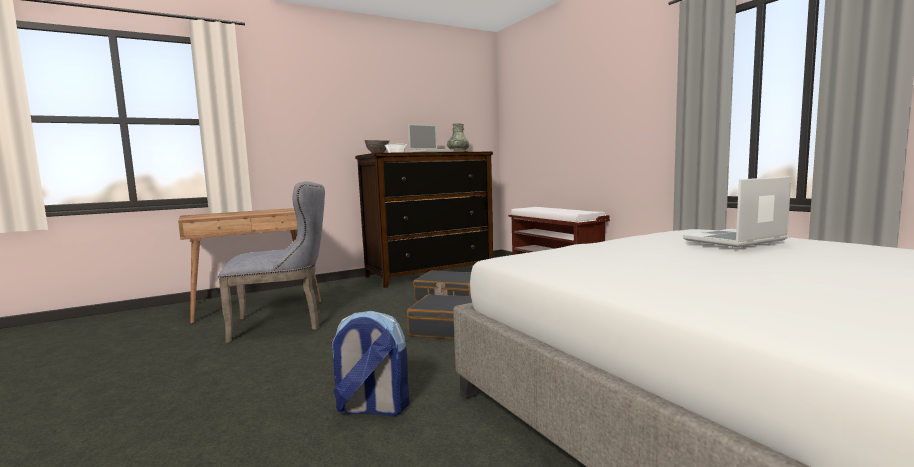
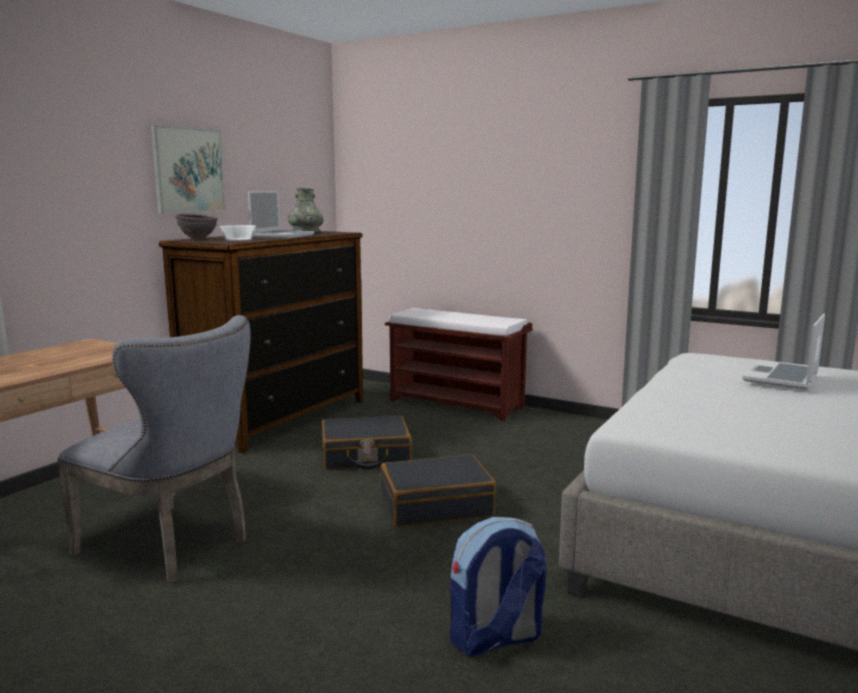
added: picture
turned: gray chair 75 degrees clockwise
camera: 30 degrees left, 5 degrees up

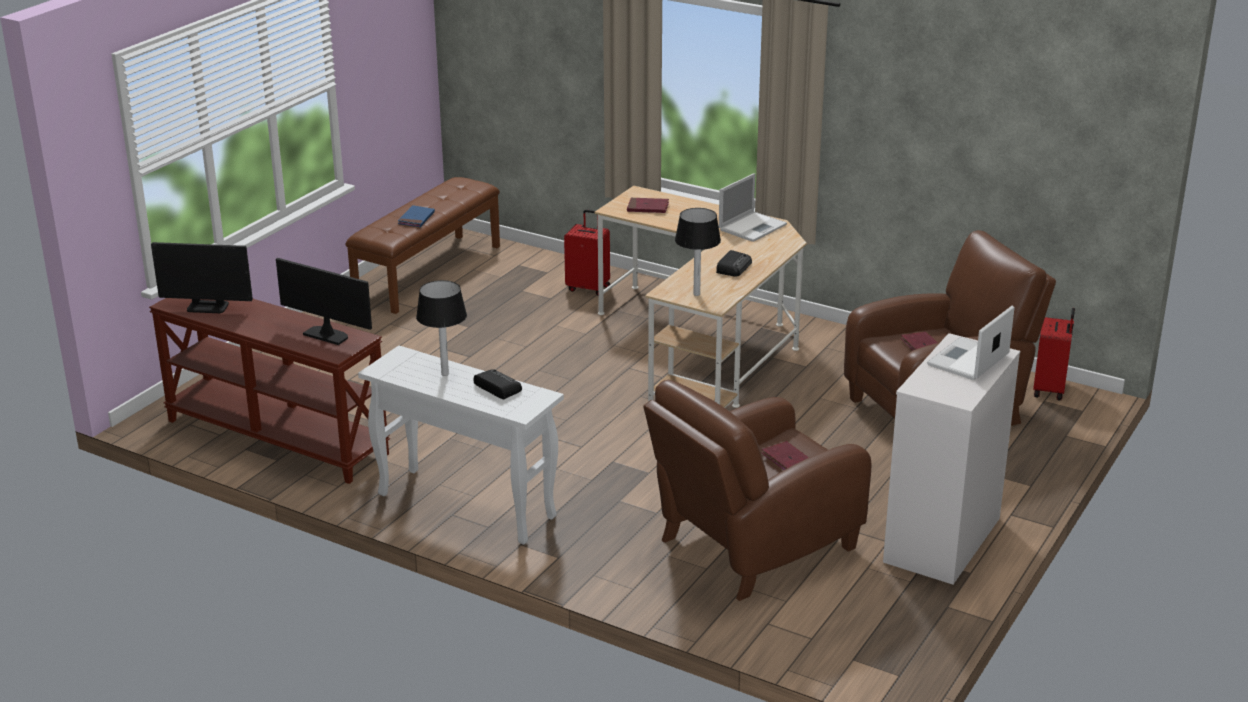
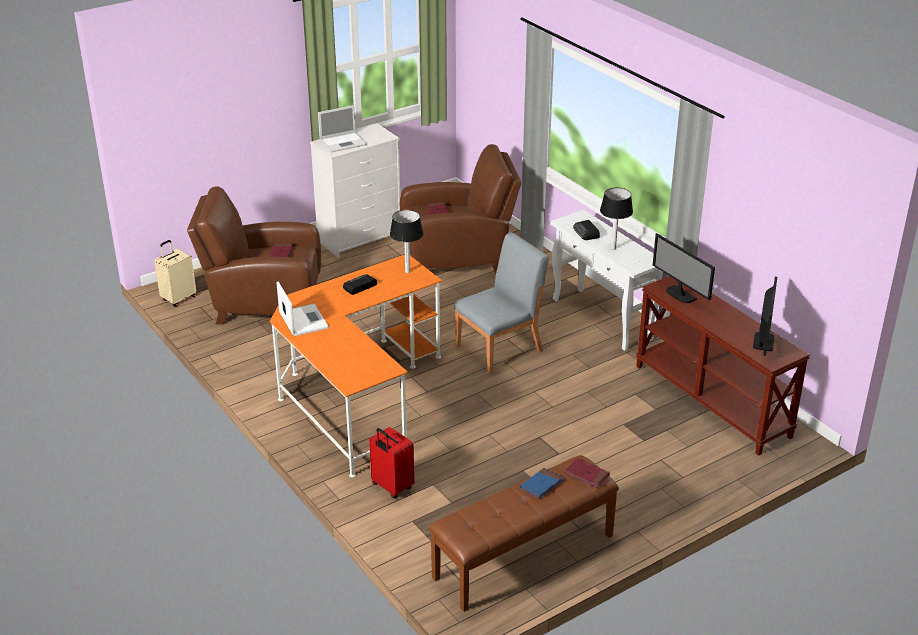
added: gray chair
moved: reddish bound book (1st from left in the first image) to reddish bound book (3rd from left)
recoloured: sand-coloured desk unit to orange-coloured desk unit; reddish suitcase (2nd from left) to sand-coloured suitcase
turned: monitor (1st from left in the first image) 75 degrees clockwise; notebook computer (1st from left) 90 degrees clockwise
camera: 155 degrees left, 5 degrees up

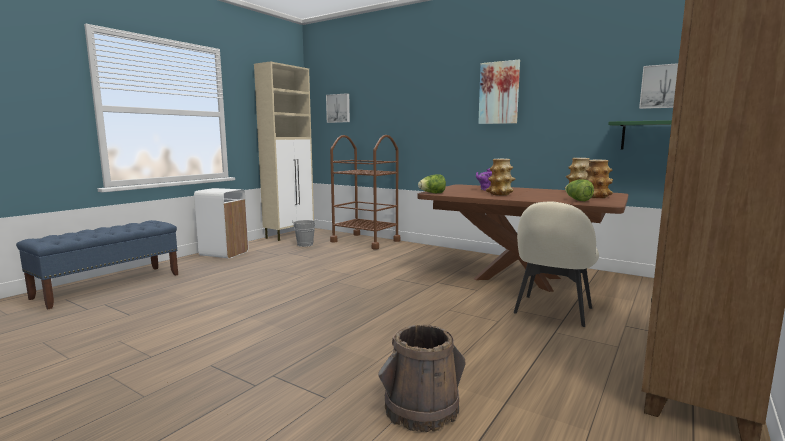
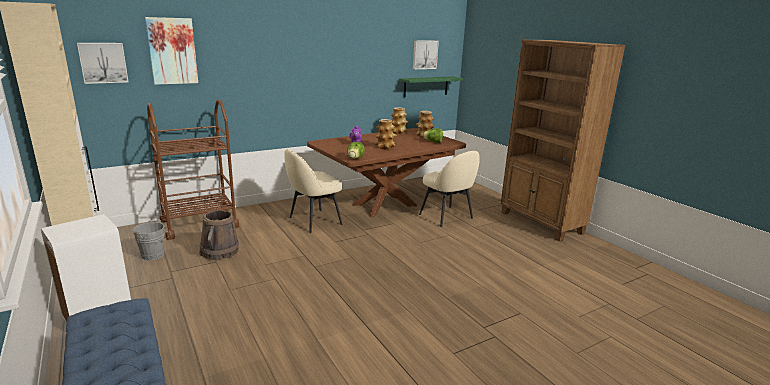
added: sand-coloured chair (1st from left)
moved: brown water bucket; picture (2nd from left)
camera: 65 degrees left, 10 degrees up

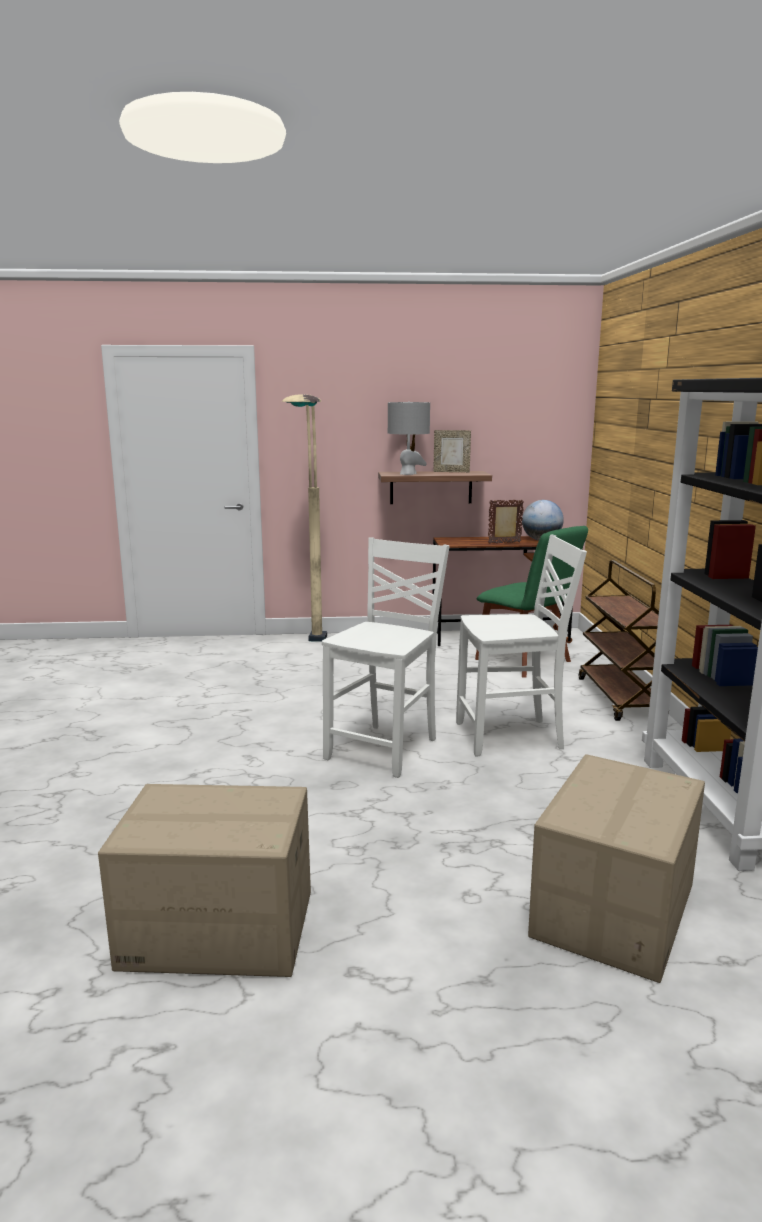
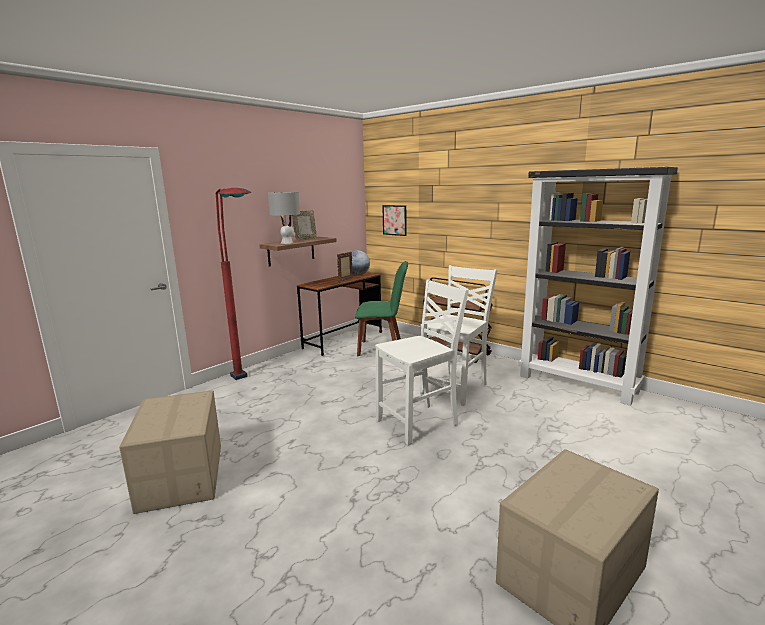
added: picture
moved: cardboard box (2nd from left in the first image) to cardboard box (1st from left)
recoloured: sand-coloured floor lamp to reddish floor lamp
turned: white-coloured chair (1st from left) 75 degrees clockwise
camera: 45 degrees left, 0 degrees up

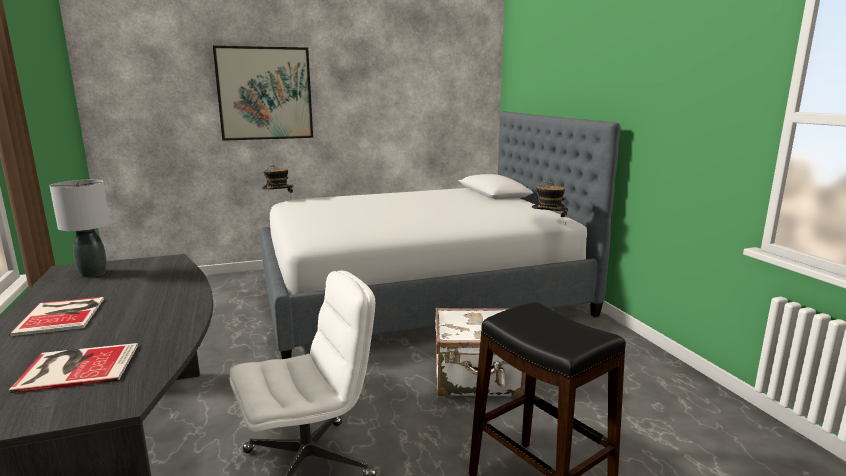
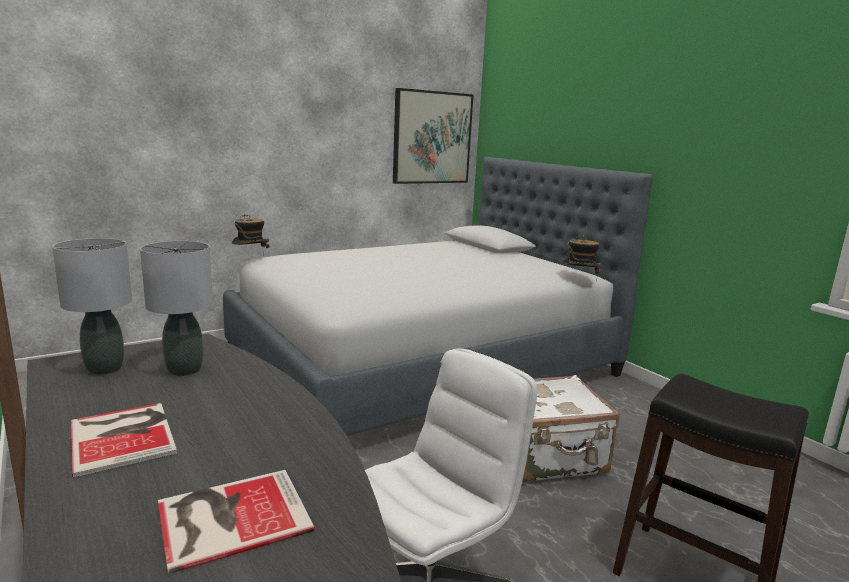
added: gray tabletop lamp (2nd from left)
moved: picture
camera: 15 degrees left, 0 degrees up

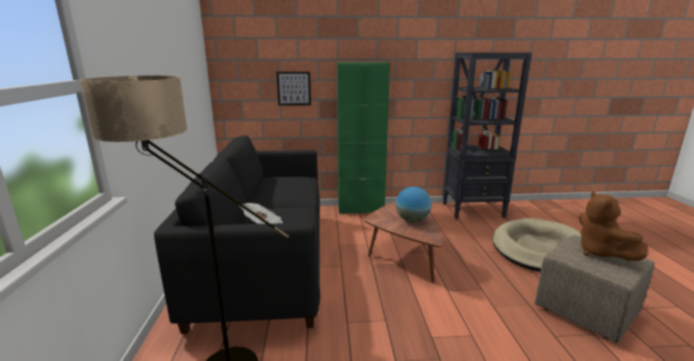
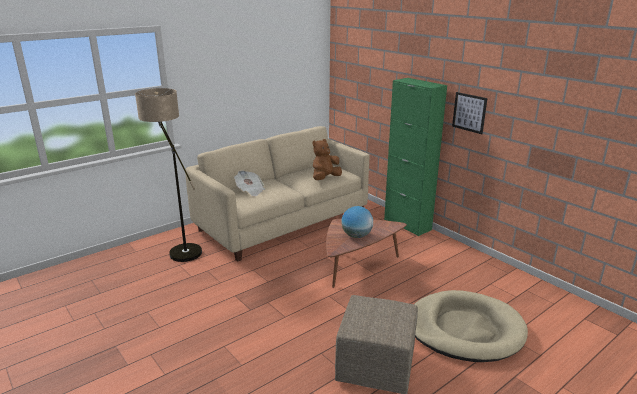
removed: black shelving unit
moved: picture; brown plush toy
recoloured: black settee to sand-coloured settee
camera: 55 degrees right, 5 degrees up

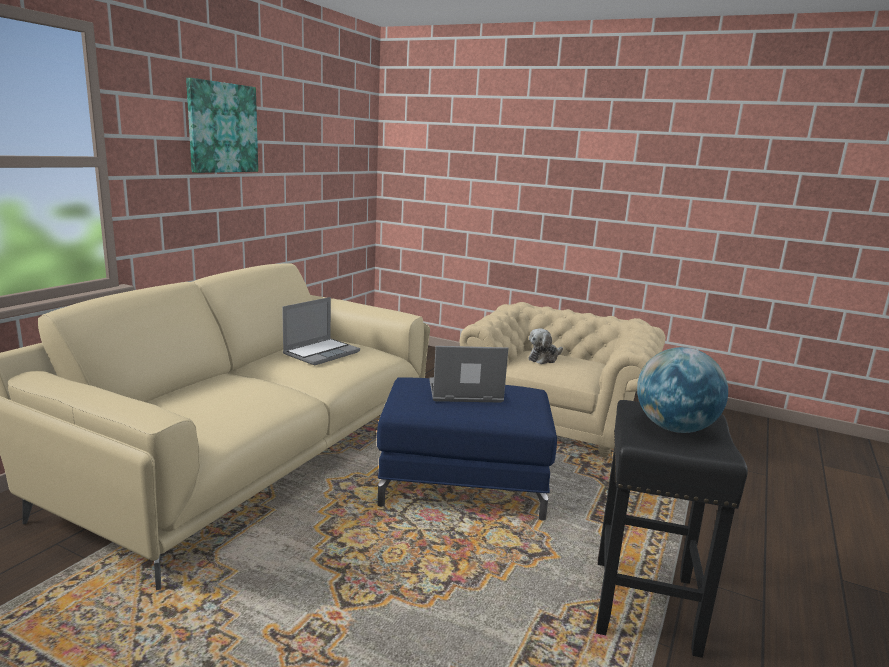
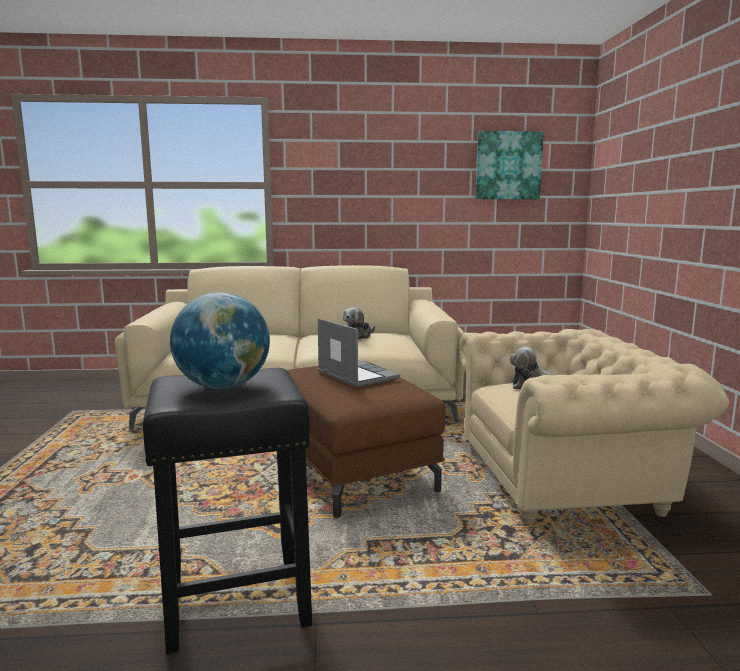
moved: picture
replaced: notebook computer (1st from left) to plush toy (1st from left)
recoloured: blue ottoman to brown ottoman
camera: 60 degrees right, 5 degrees down

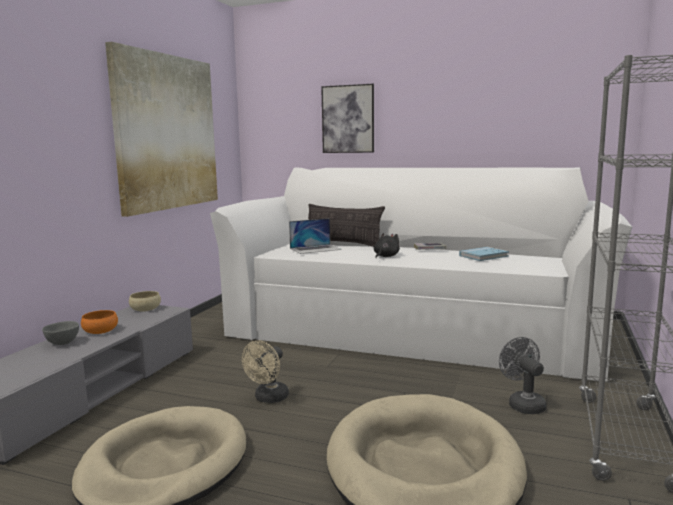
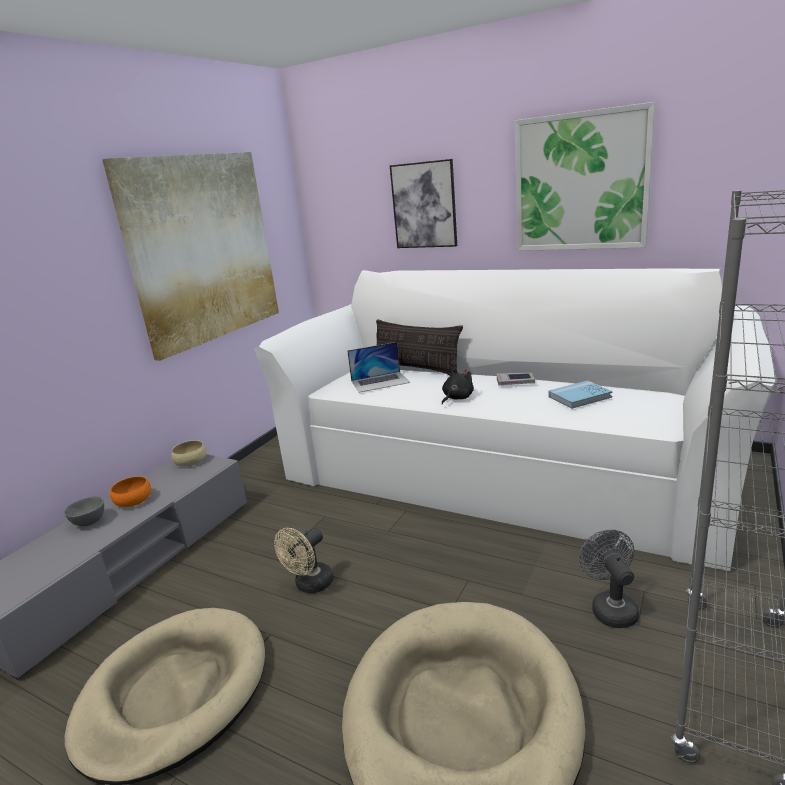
added: picture (3rd from left)
camera: 10 degrees right, 10 degrees up

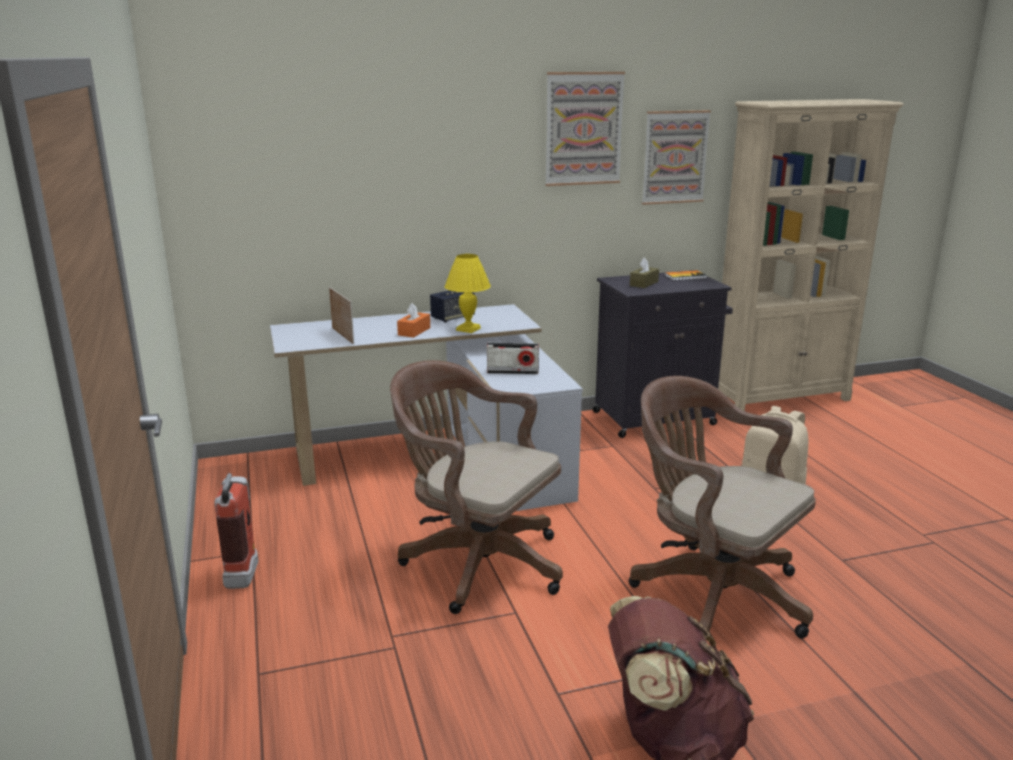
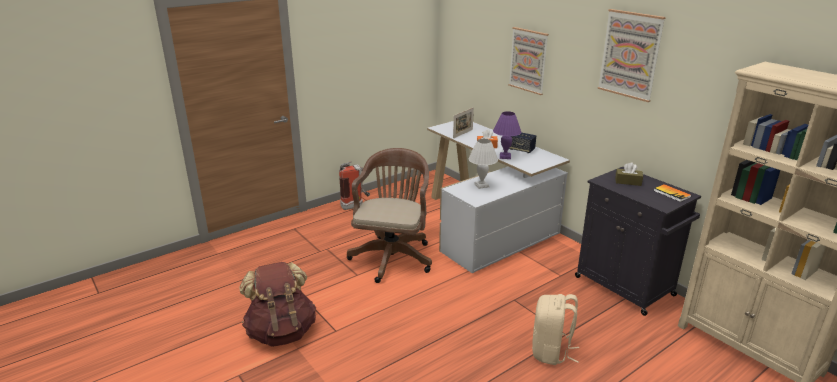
removed: brown office chair (2nd from left)
moved: picture (2nd from left in the first image) to picture (1st from left)
replaced: radio to white-coloured tabletop lamp
recoloured: yellow-coloured tabletop lamp to purple tabletop lamp
camera: 70 degrees right, 5 degrees up

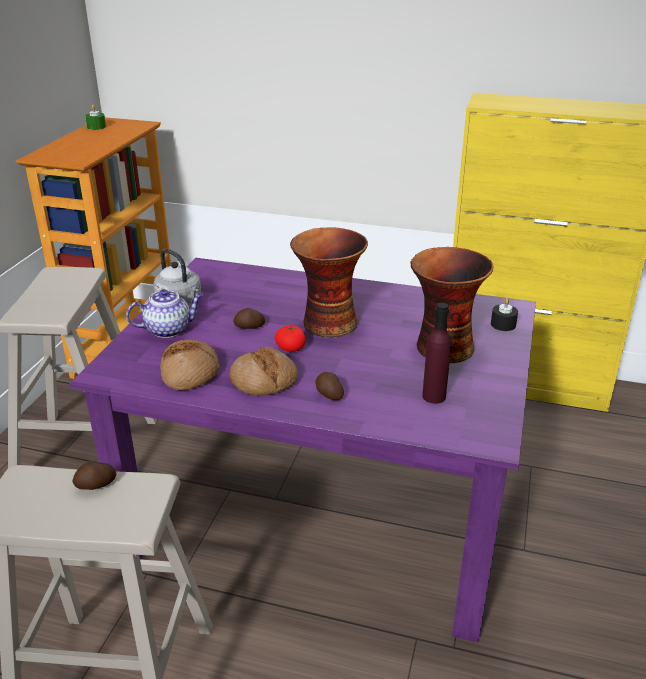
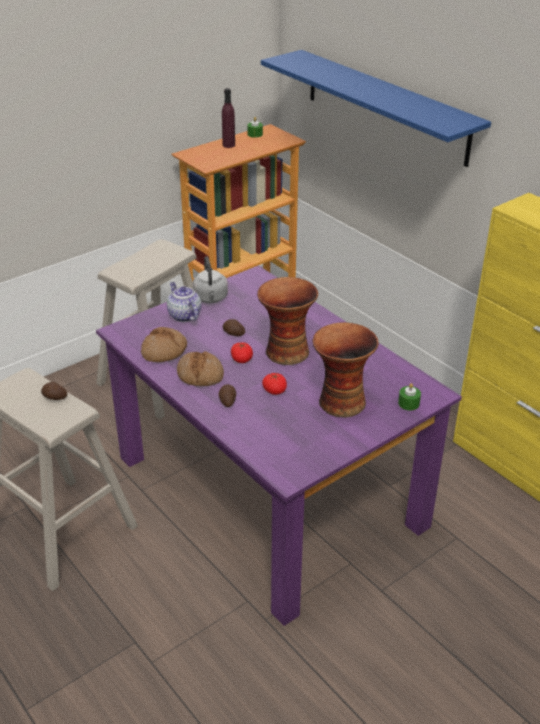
added: blue shelf; tomato (2nd from left)
moved: purple beverage bottle
recoloured: black wax candle to greenish wax candle (2nd from left)
turned: pot for tea 135 degrees counterclockwise
camera: 35 degrees right, 5 degrees up

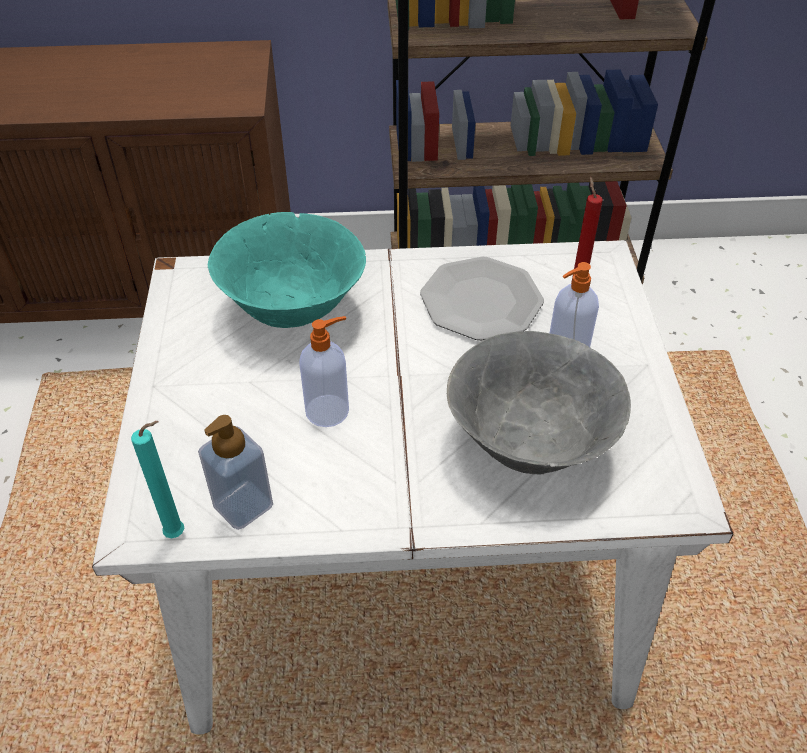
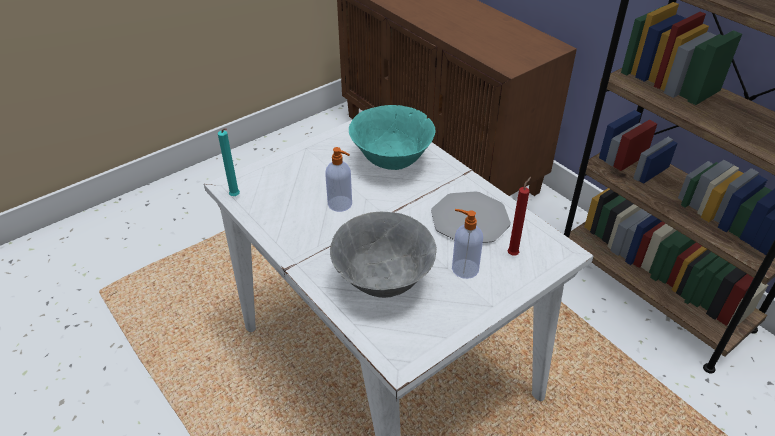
removed: soap bottle (1st from left)
camera: 55 degrees right, 5 degrees down

